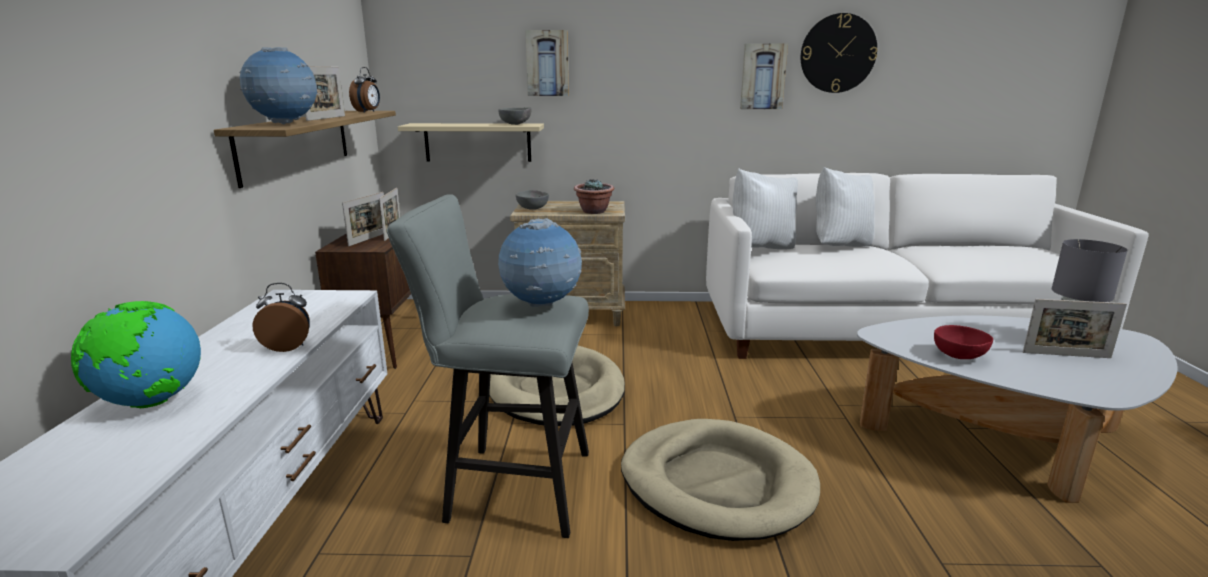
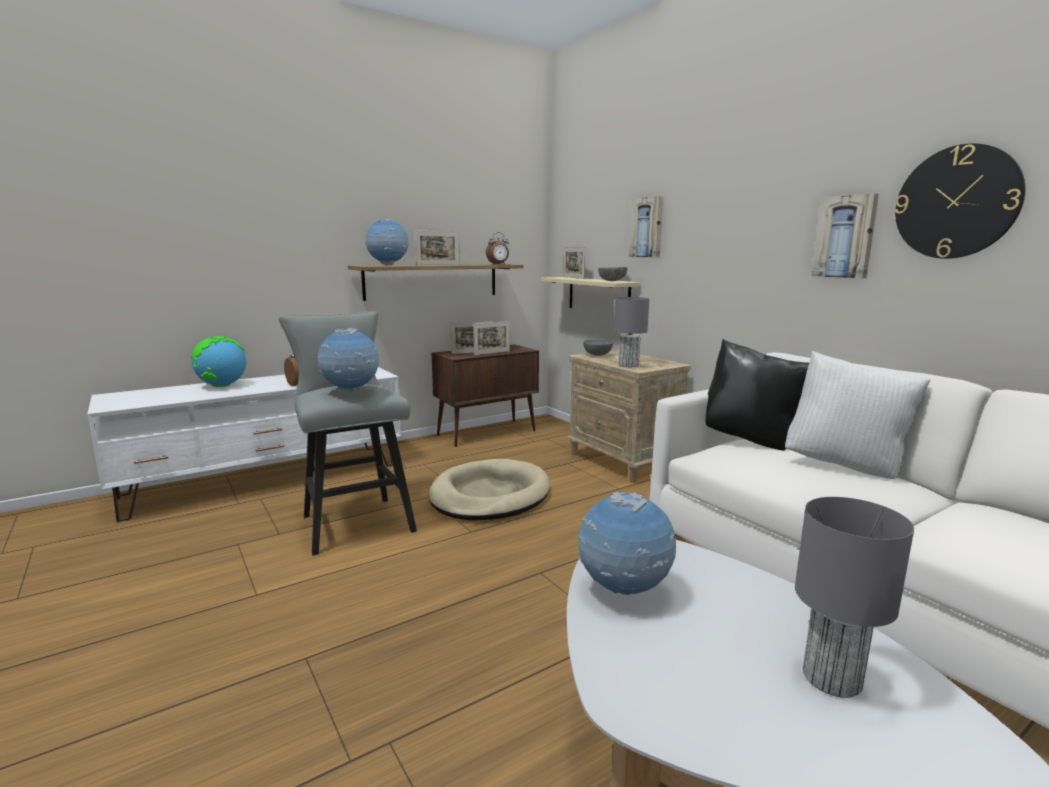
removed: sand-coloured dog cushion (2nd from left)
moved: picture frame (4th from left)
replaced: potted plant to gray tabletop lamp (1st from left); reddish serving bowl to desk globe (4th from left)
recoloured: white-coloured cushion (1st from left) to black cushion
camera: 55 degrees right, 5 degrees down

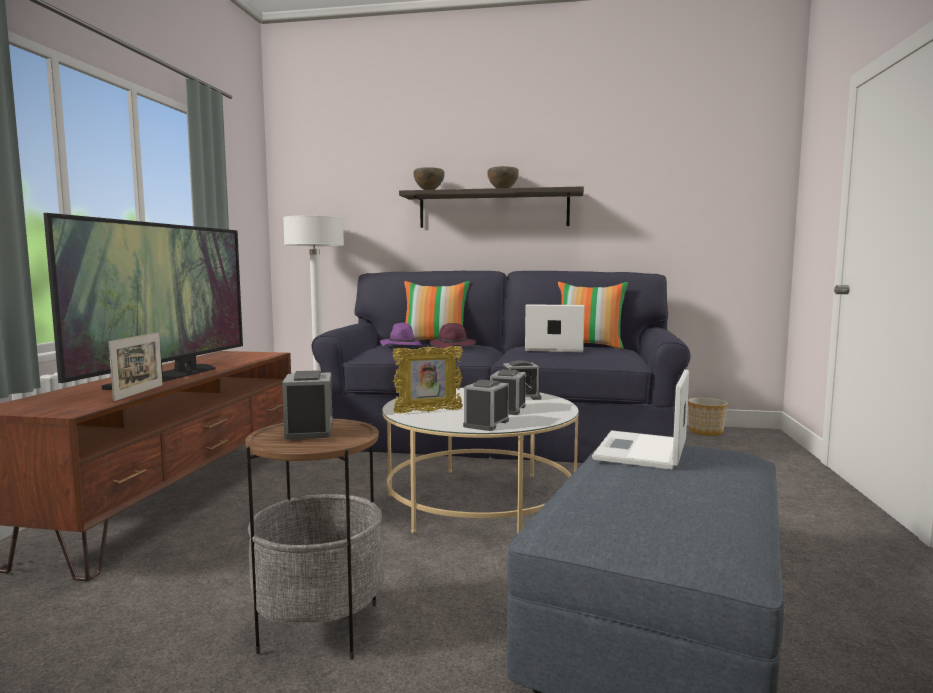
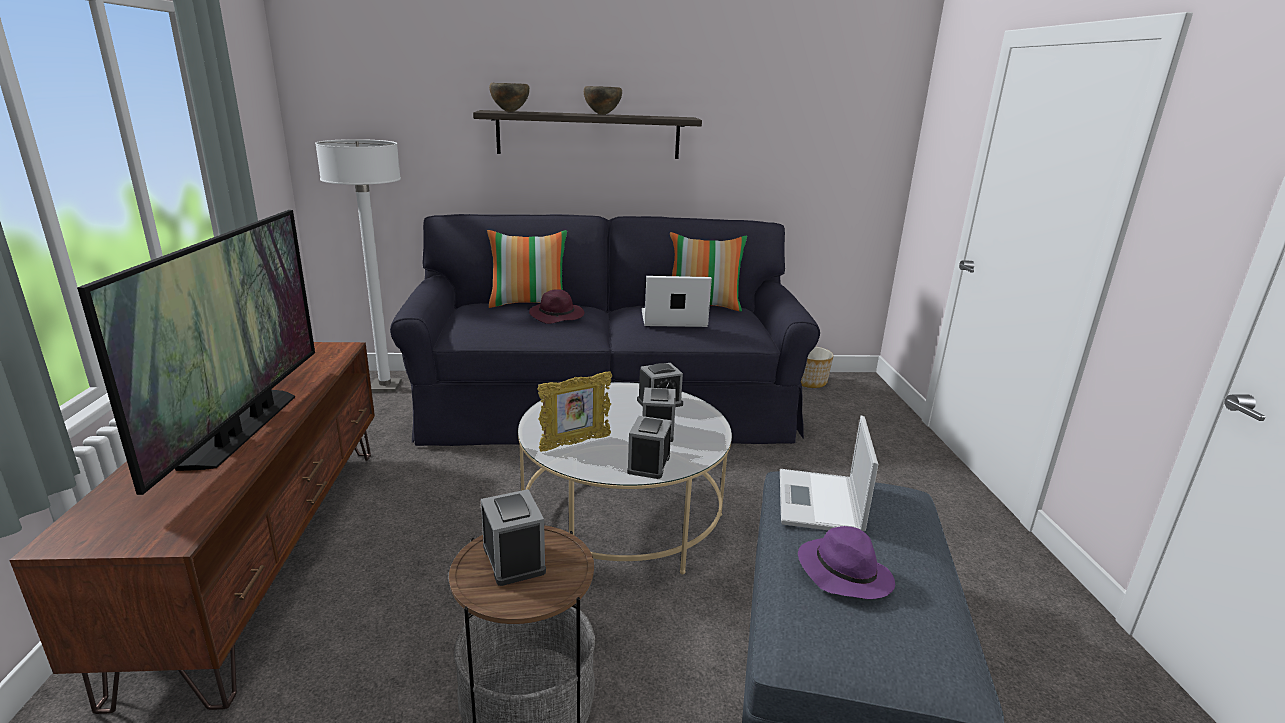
removed: picture frame (1st from left)
moved: purple wearable hat (1st from left in the first image) to purple wearable hat (2nd from left)
camera: 15 degrees left, 15 degrees up

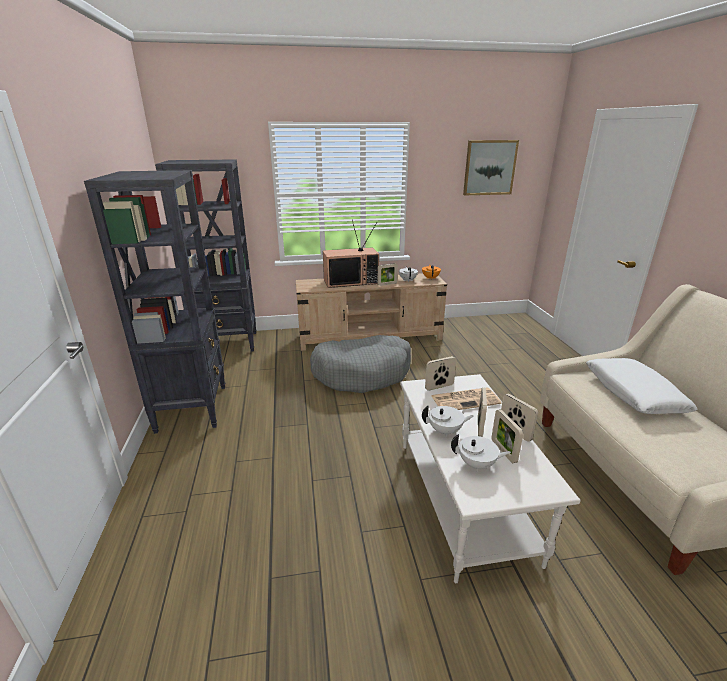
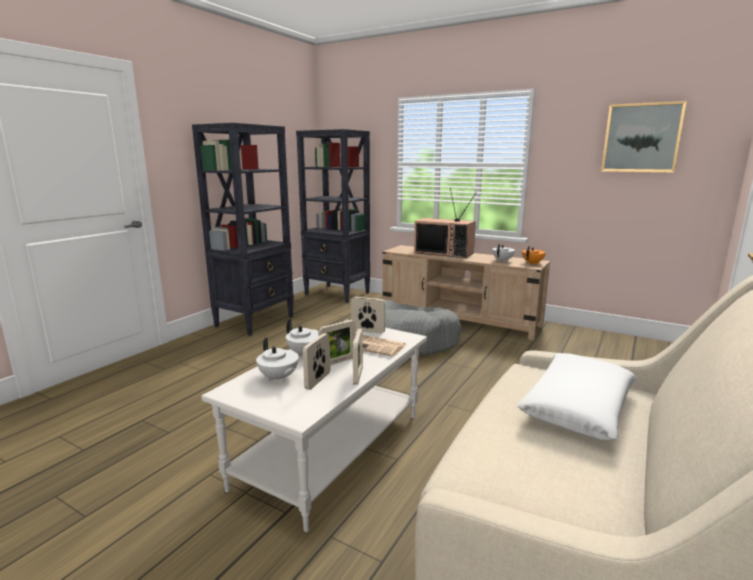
removed: picture frame (1st from left)
camera: 40 degrees right, 10 degrees down

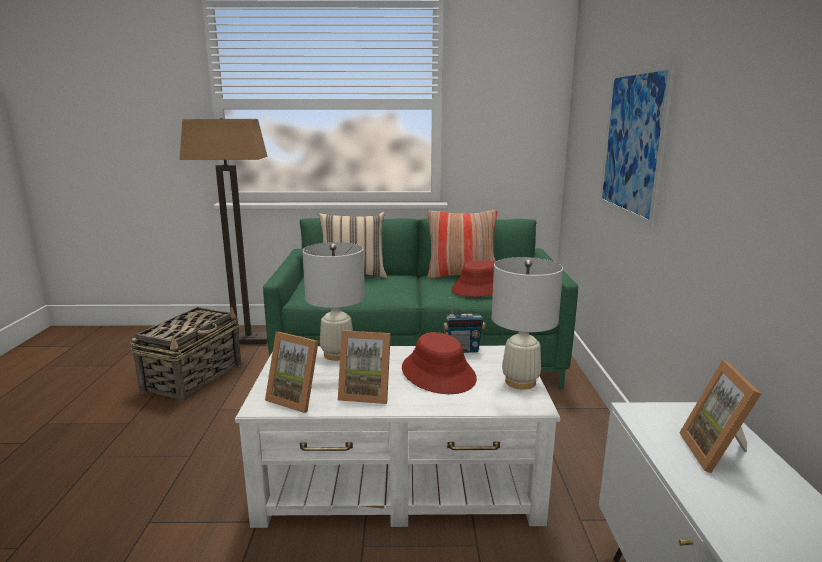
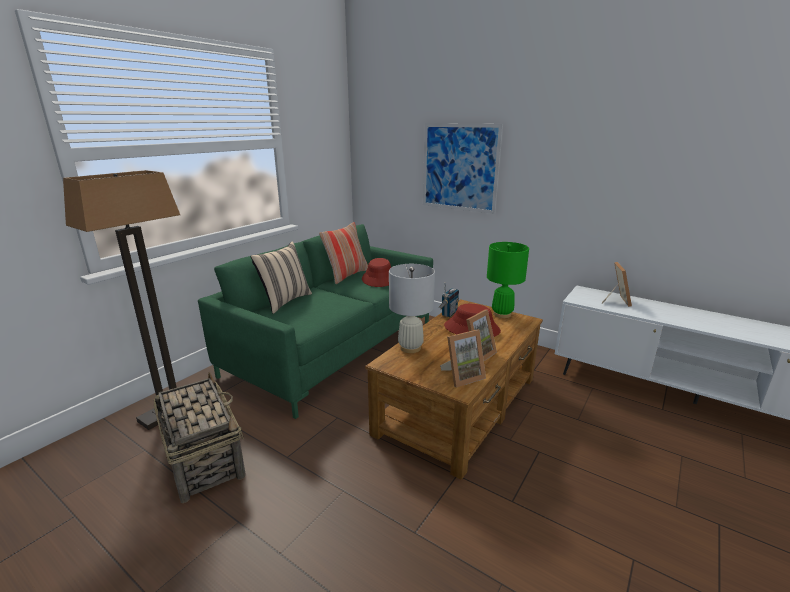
recoloured: white-coloured low table to brown low table; white-coloured tabletop lamp (2nd from left) to greenish tabletop lamp
turned: picture frame (3rd from left) 120 degrees counterclockwise
camera: 55 degrees left, 5 degrees up

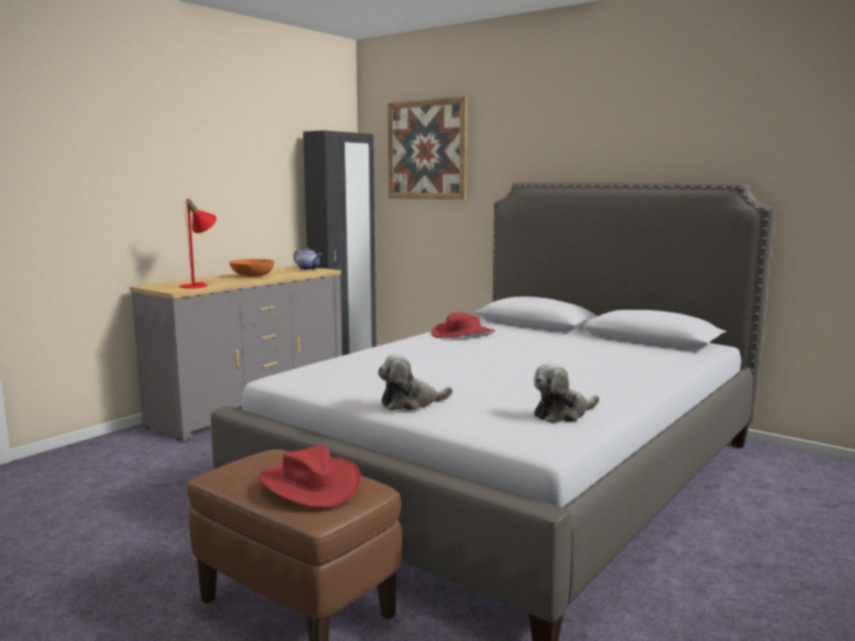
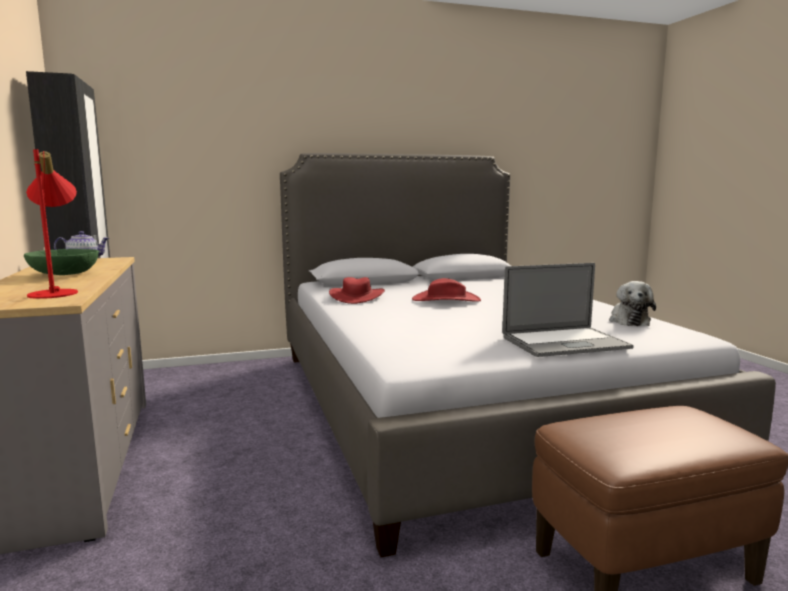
removed: picture
moved: reddish wearable hat (1st from left in the first image) to reddish wearable hat (2nd from left)
replaced: plush toy (1st from left) to notebook computer
recoloured: orange-coloured serving bowl to greenish serving bowl
camera: 55 degrees left, 0 degrees up

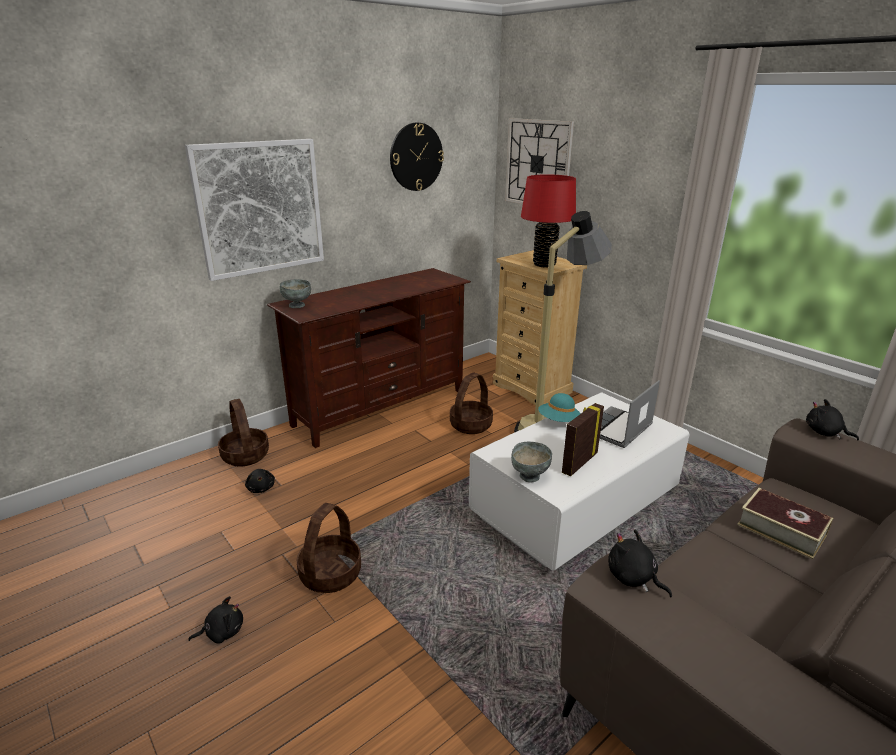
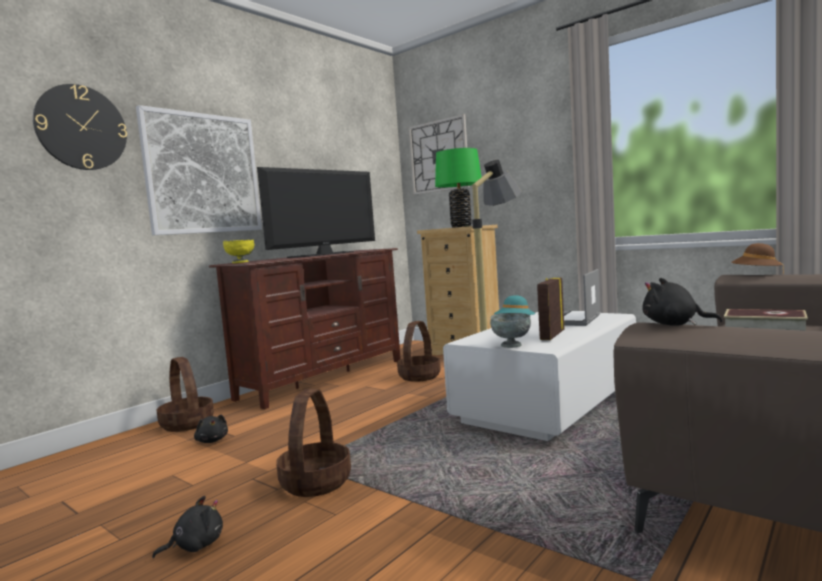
added: TV
moved: hanging clock (1st from left)
replaced: black plush toy (4th from left) to brown wearable hat
recoloured: gray serving bowl (1st from left) to yellow-coloured serving bowl; reddish tabletop lamp to greenish tabletop lamp
camera: 10 degrees left, 20 degrees down

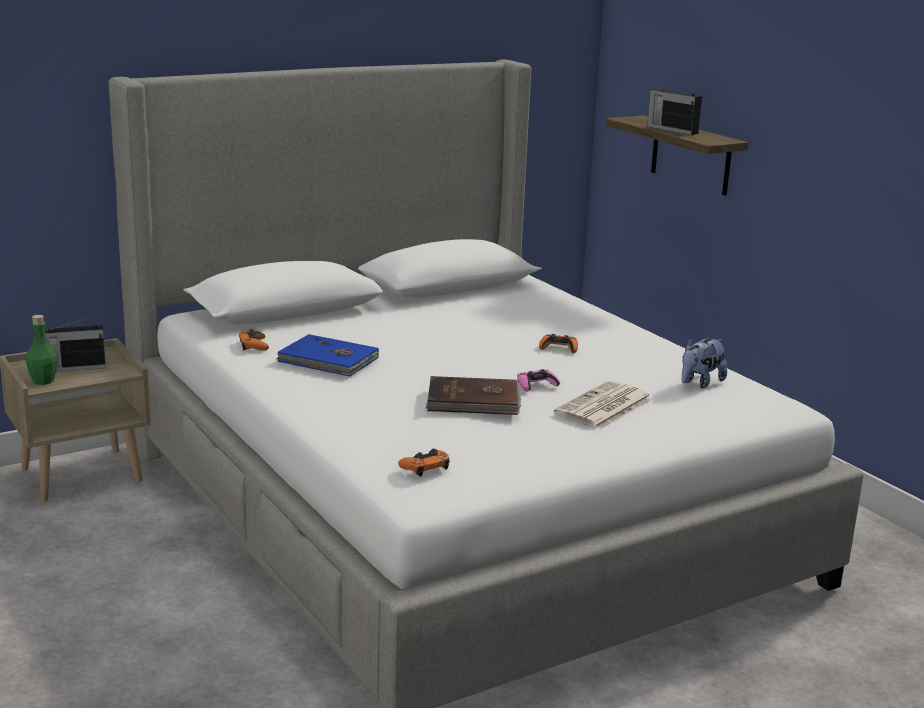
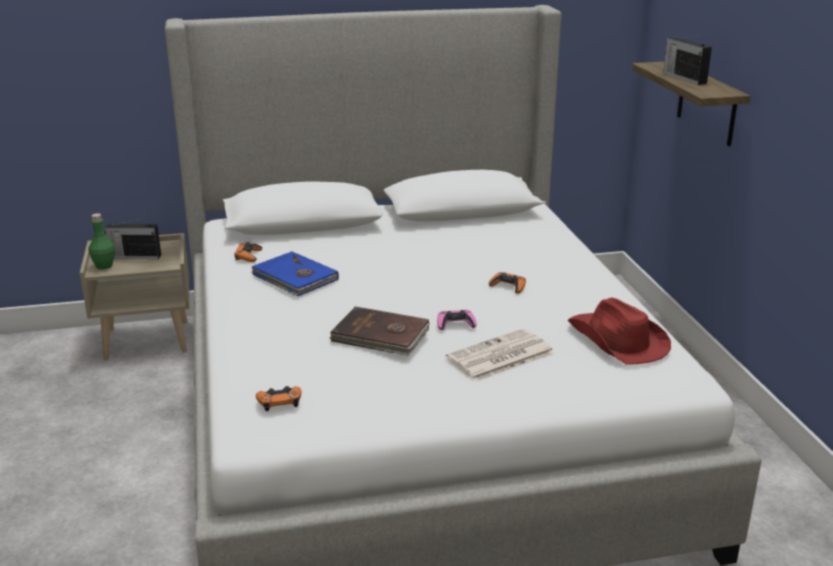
replaced: plush toy to reddish wearable hat
camera: 20 degrees right, 5 degrees up

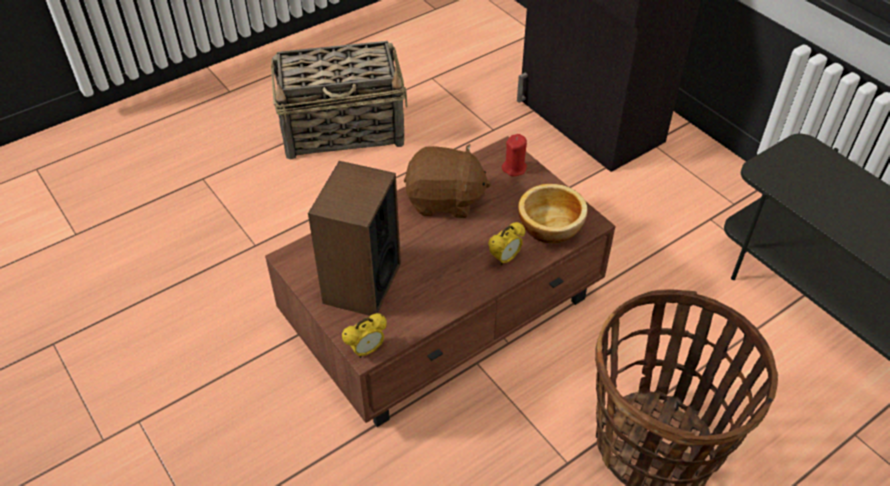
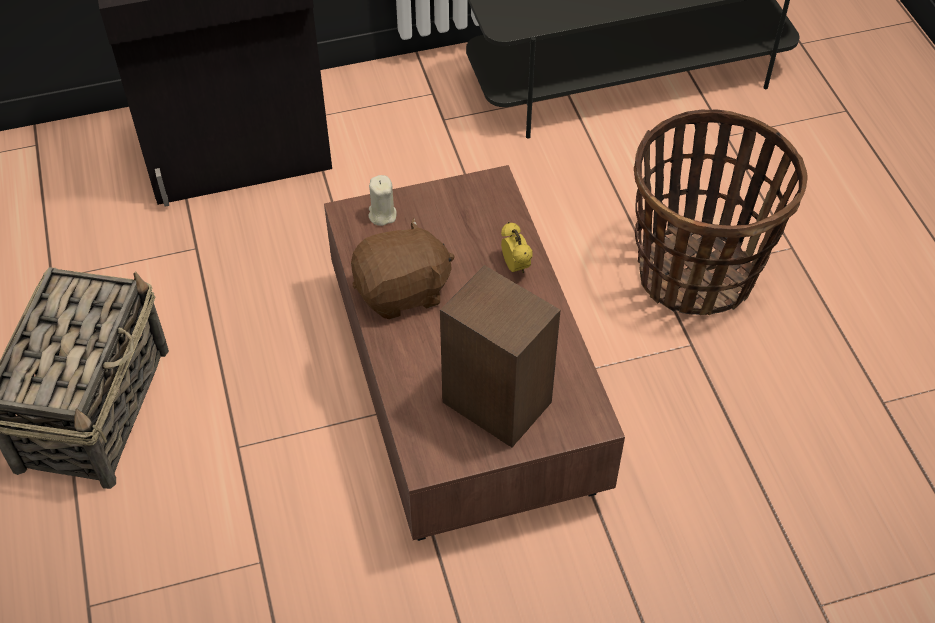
removed: alarm clock (1st from left); serving bowl
recoloured: reddish wax candle to sand-coloured wax candle
turned: brown plush toy 45 degrees clockwise
camera: 70 degrees left, 5 degrees up

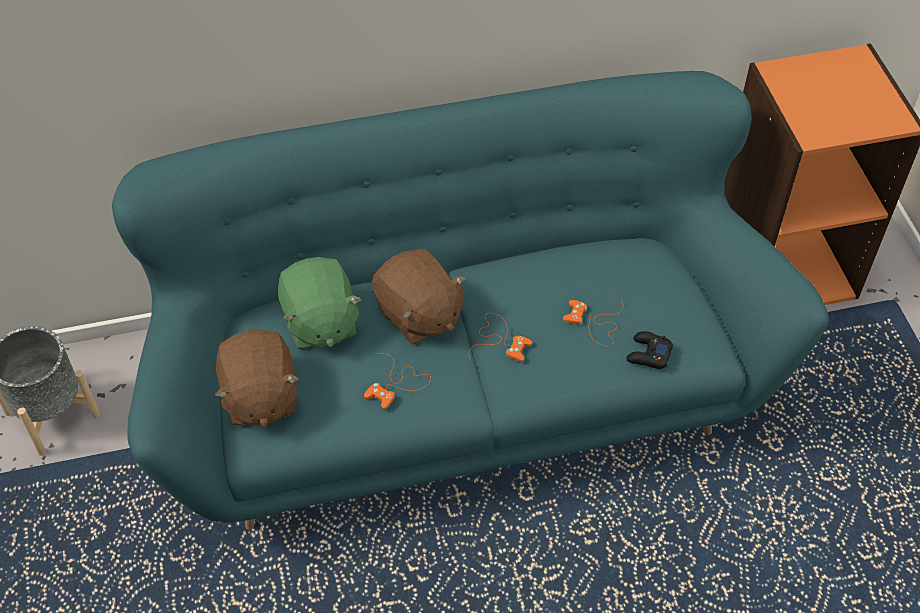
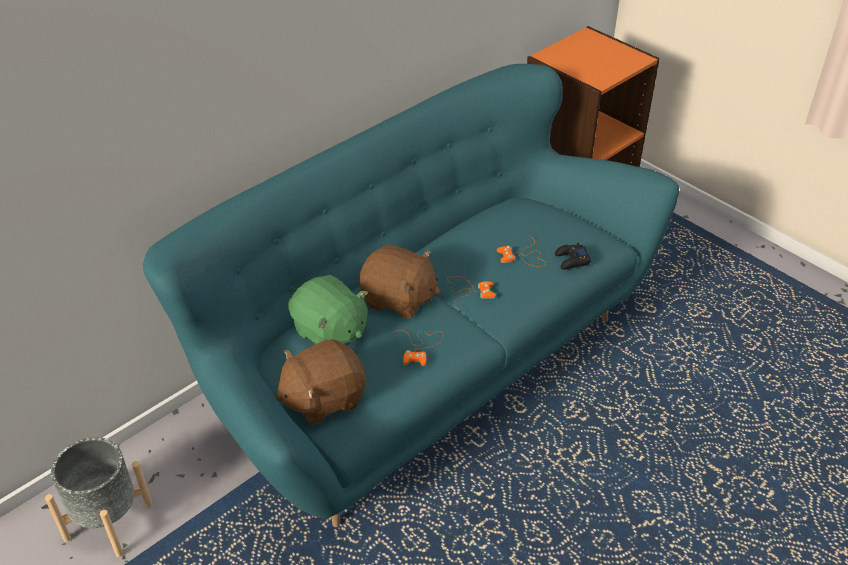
turned: brown plush toy (1st from left) 105 degrees clockwise
camera: 30 degrees left, 10 degrees down

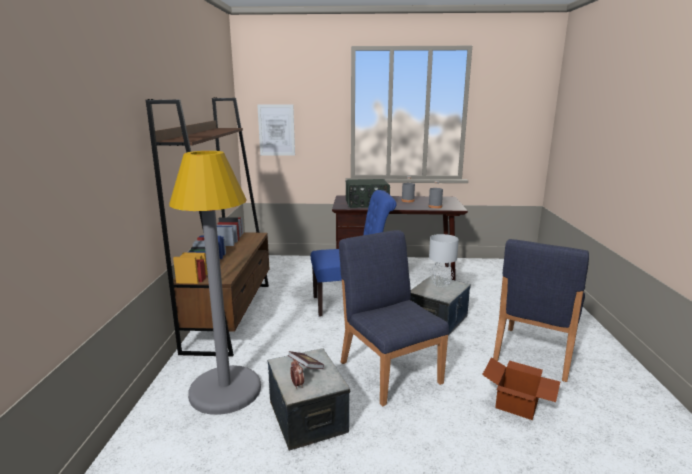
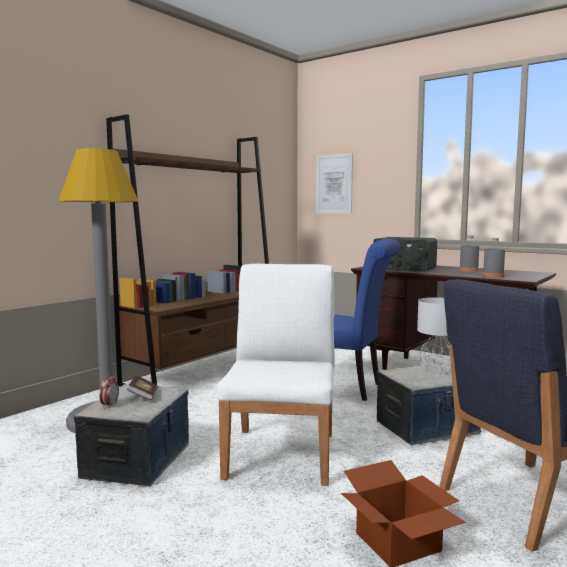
recoloured: blue chair (2nd from left) to white-coloured chair
camera: 35 degrees right, 10 degrees down

